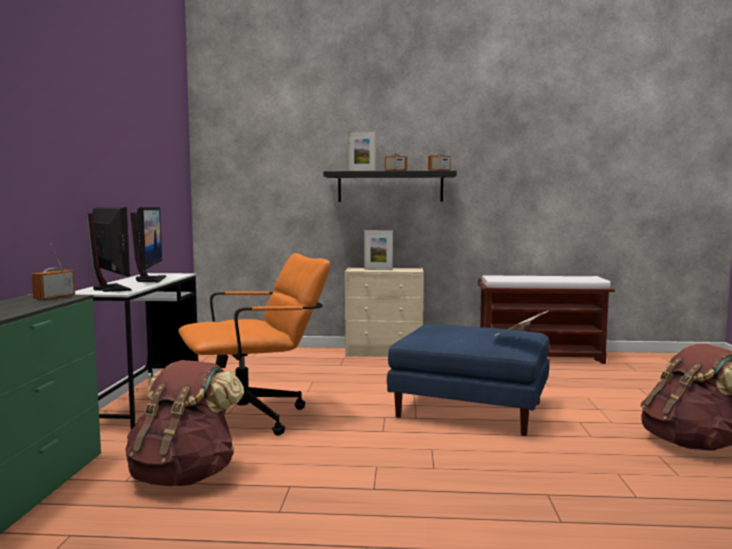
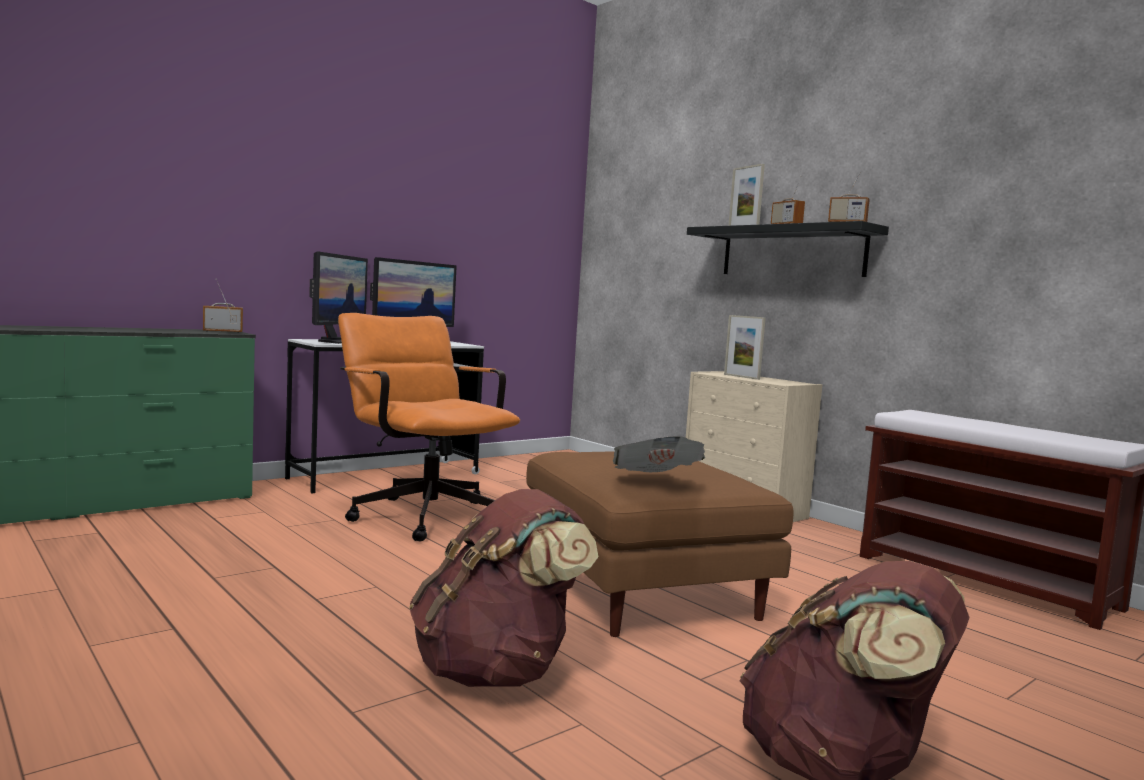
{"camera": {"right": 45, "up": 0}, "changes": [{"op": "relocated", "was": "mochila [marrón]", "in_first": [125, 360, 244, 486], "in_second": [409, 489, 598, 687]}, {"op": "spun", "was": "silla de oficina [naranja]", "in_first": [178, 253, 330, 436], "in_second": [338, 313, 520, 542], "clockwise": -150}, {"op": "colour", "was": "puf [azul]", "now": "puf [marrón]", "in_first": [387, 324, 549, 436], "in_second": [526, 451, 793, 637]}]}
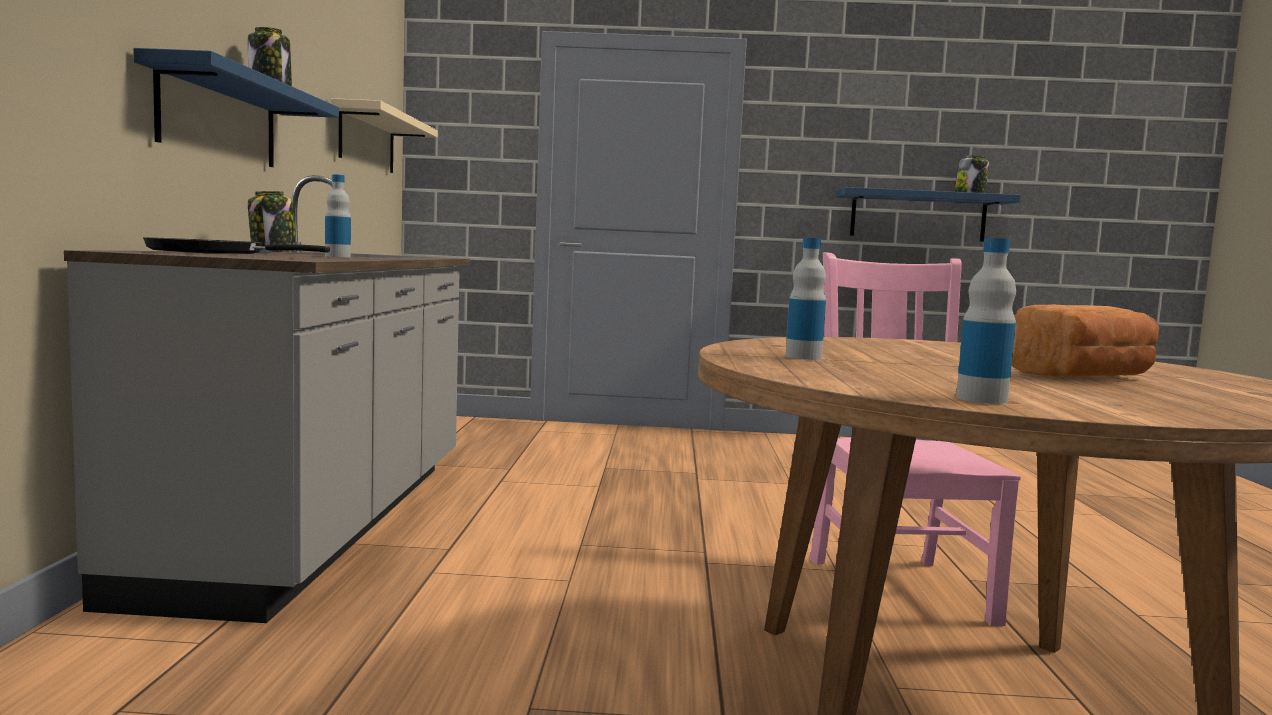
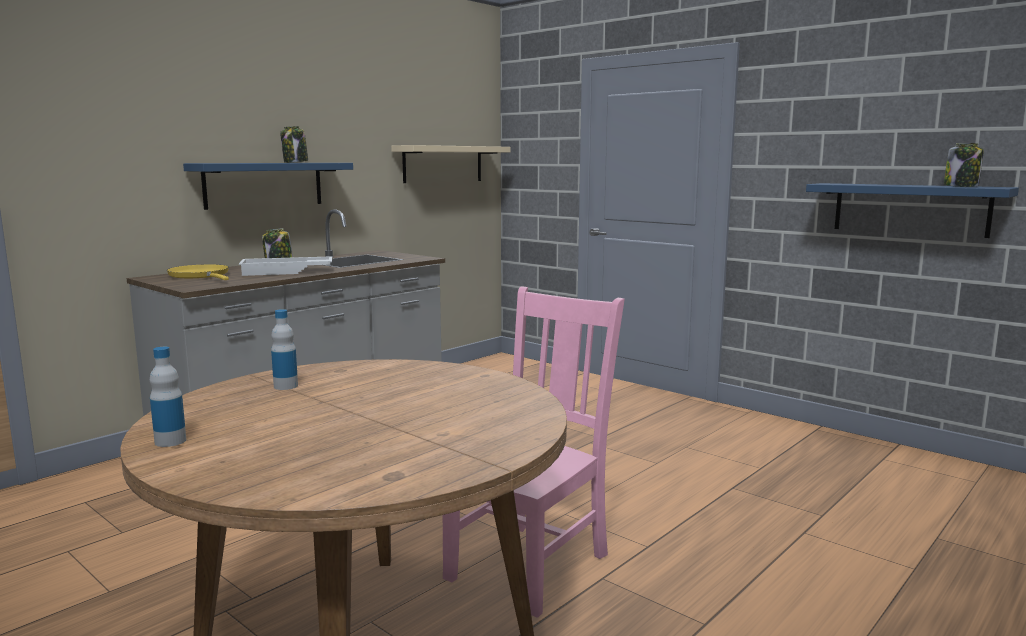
{"camera": {"right": 40, "up": 5}, "changes": [{"op": "colour", "was": "sartén [negro]", "now": "sartén [amarillo]", "in_first": [143, 237, 330, 254], "in_second": [167, 264, 229, 280]}, {"op": "exchanged", "was": "botella", "now": "bandeja [blanco]", "in_first": [325, 174, 351, 257], "in_second": [239, 256, 332, 276]}, {"op": "missing", "was": "pan", "in_first": [1012, 305, 1159, 377]}]}
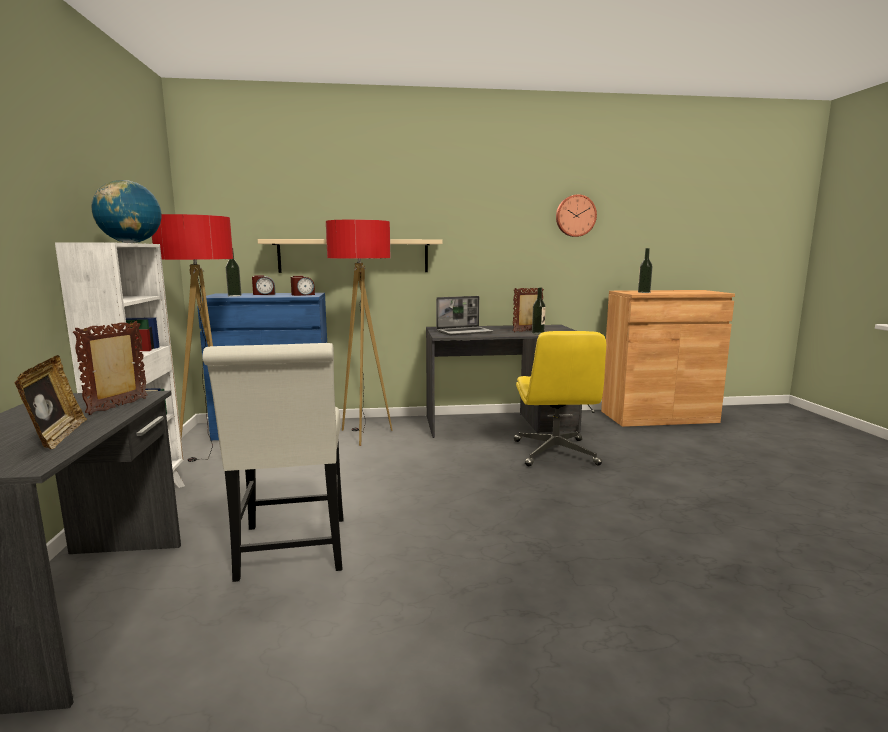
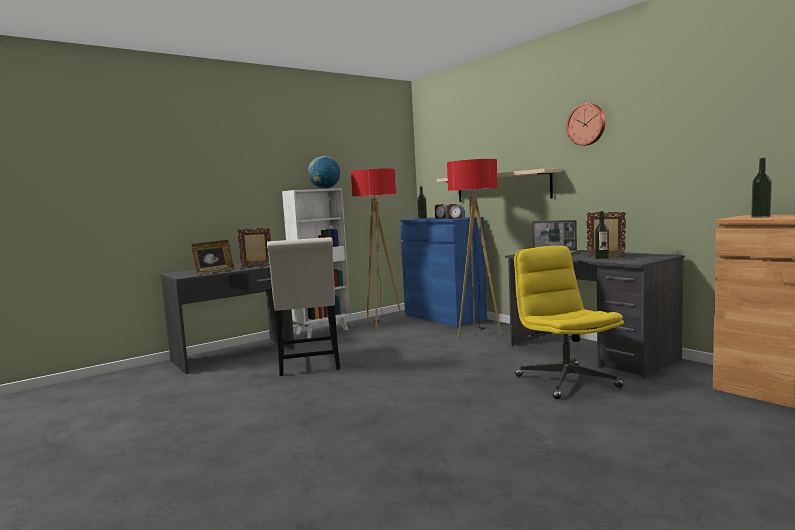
{"camera": {"right": 60, "up": -5}, "changes": [{"op": "spun", "was": "silla [blanco]", "in_first": [202, 343, 344, 582], "in_second": [267, 237, 340, 376], "clockwise": -60}, {"op": "spun", "was": "silla de oficina [amarillo]", "in_first": [514, 331, 606, 466], "in_second": [514, 246, 624, 399], "clockwise": 105}, {"op": "relocated", "was": "reloj de pared", "in_first": [556, 194, 597, 237], "in_second": [566, 103, 605, 146]}]}
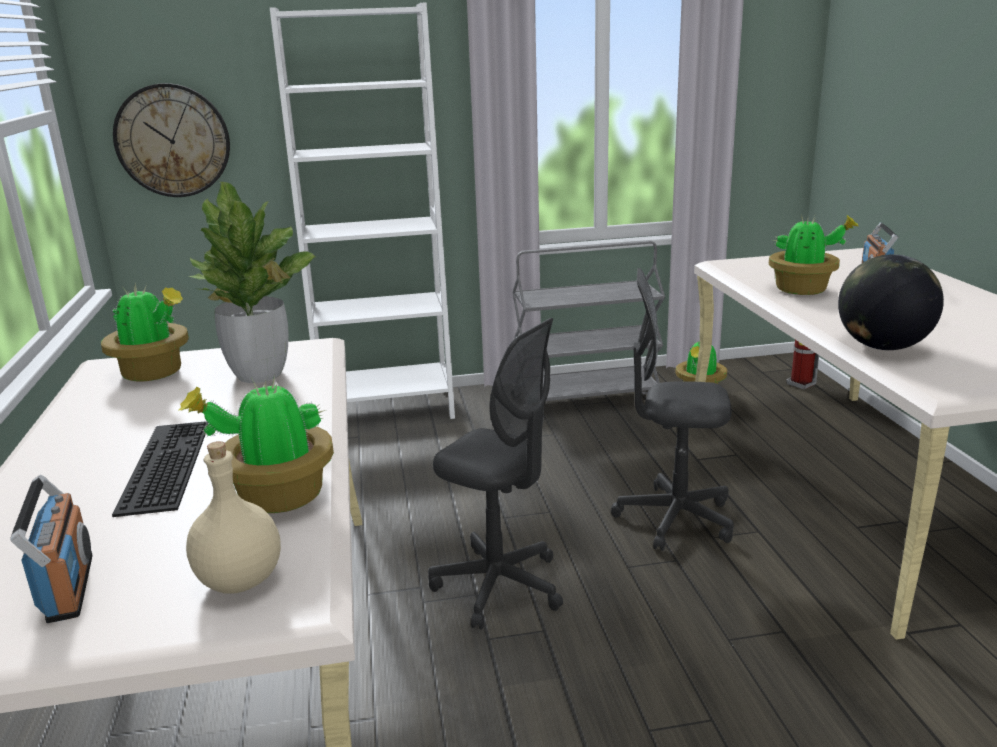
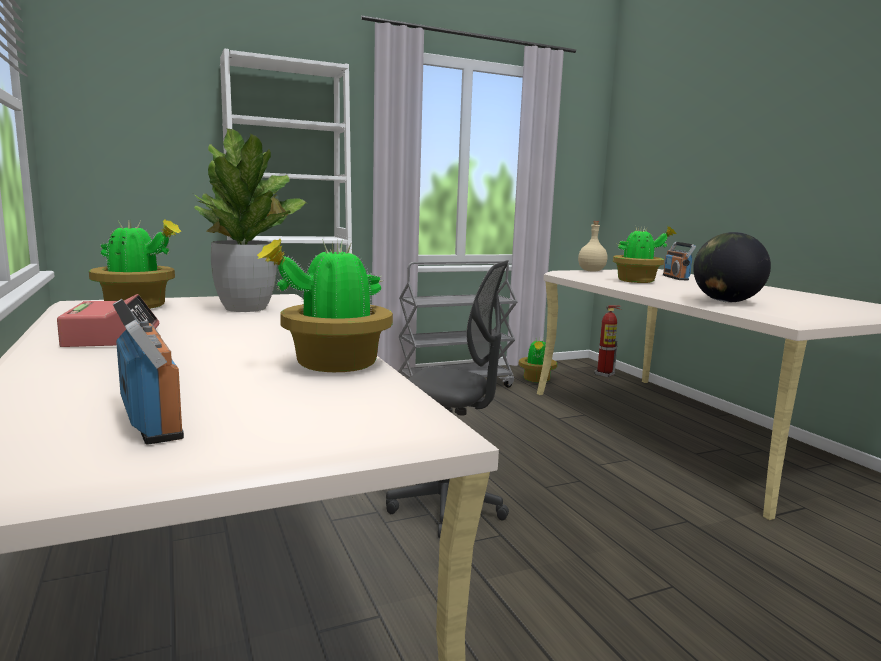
{"camera": {"right": -15, "up": -10}, "changes": [{"op": "missing", "was": "teclado", "in_first": [112, 421, 208, 517]}, {"op": "missing", "was": "reloj de pared", "in_first": [113, 83, 230, 197]}, {"op": "relocated", "was": "botella [beis]", "in_first": [186, 441, 281, 594], "in_second": [578, 221, 608, 272]}, {"op": "missing", "was": "silla de oficina [gris]", "in_first": [611, 268, 734, 551]}, {"op": "appeared", "now": "despertador", "in_second": [57, 294, 159, 347]}]}
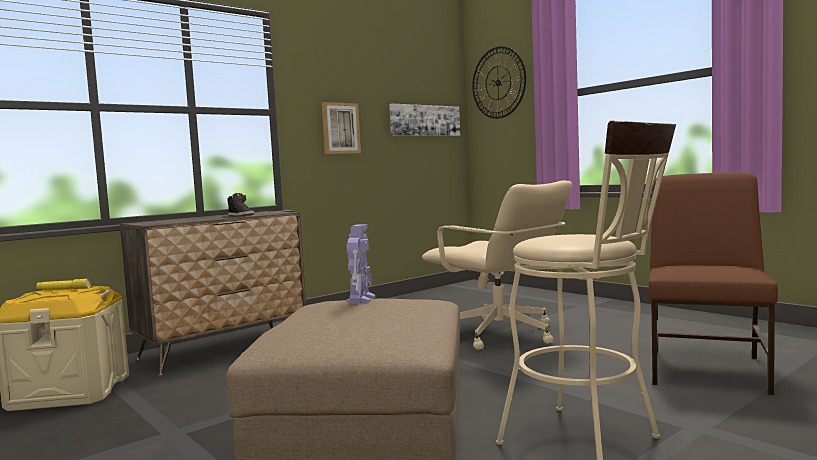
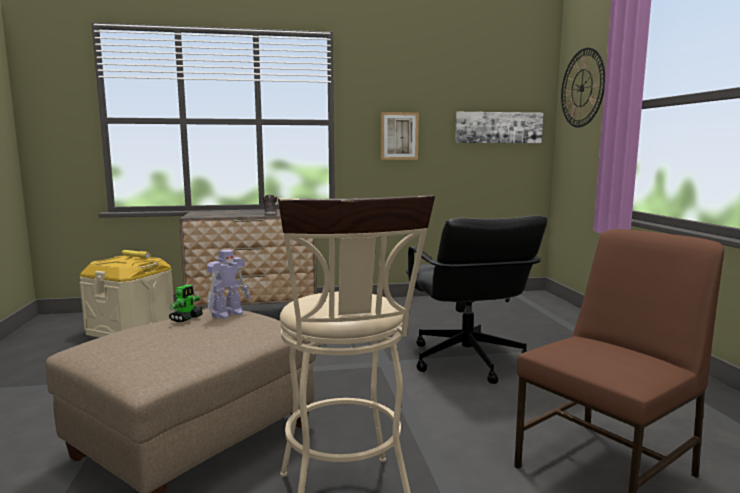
{"camera": {"right": 30, "up": 5}, "changes": [{"op": "colour", "was": "silla de oficina [beis]", "now": "silla de oficina [negro]", "in_first": [422, 181, 572, 350], "in_second": [406, 215, 548, 384]}, {"op": "appeared", "now": "robot de juguete", "in_second": [169, 285, 203, 322]}]}
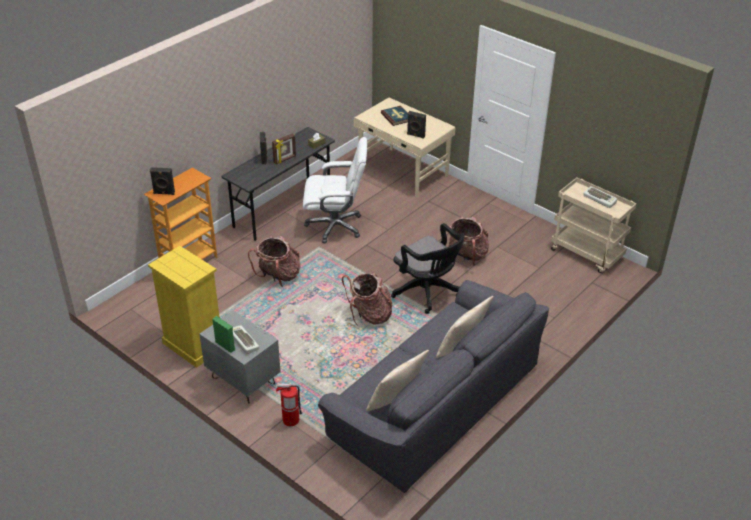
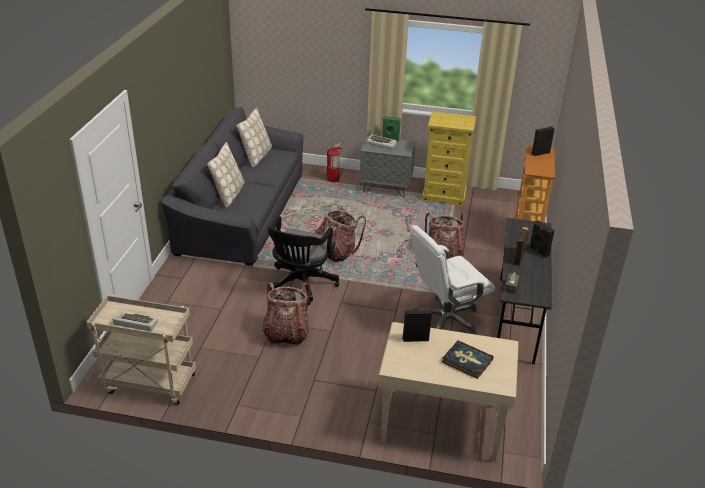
{"camera": {"right": 150, "up": -5}, "changes": [{"op": "spun", "was": "silla de oficina [negro]", "in_first": [391, 223, 465, 314], "in_second": [267, 216, 339, 305], "clockwise": -90}]}
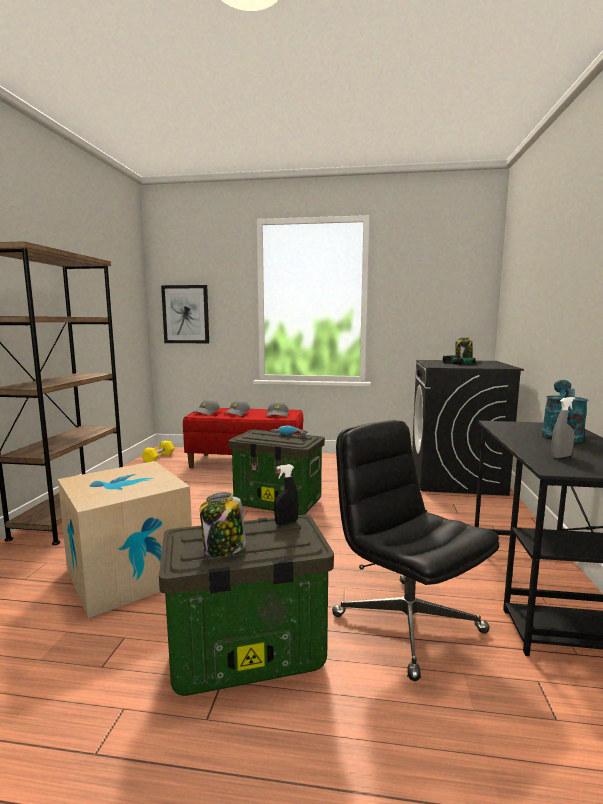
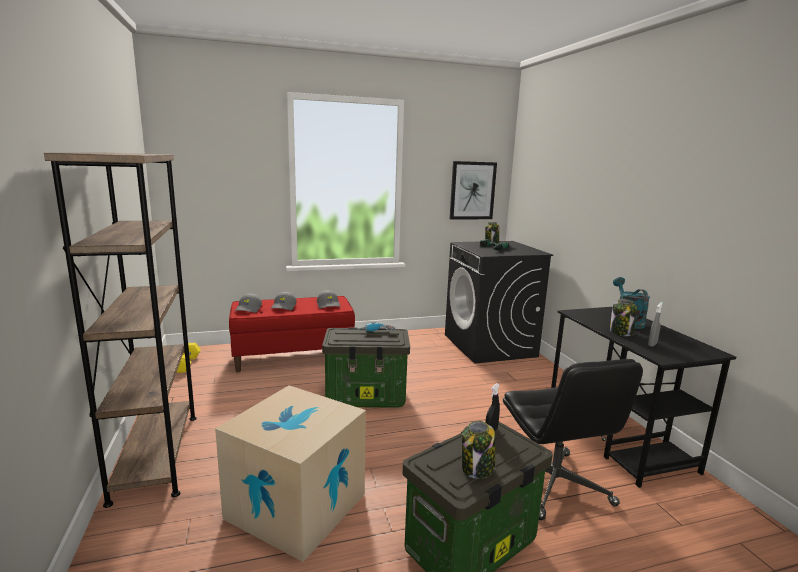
{"camera": {"right": -25, "up": 5}, "changes": [{"op": "relocated", "was": "cuadro", "in_first": [161, 285, 209, 343], "in_second": [450, 161, 497, 220]}, {"op": "spun", "was": "silla de oficina [negro]", "in_first": [332, 420, 499, 681], "in_second": [503, 359, 643, 520], "clockwise": -135}, {"op": "appeared", "now": "tarro", "in_second": [610, 299, 637, 336]}]}
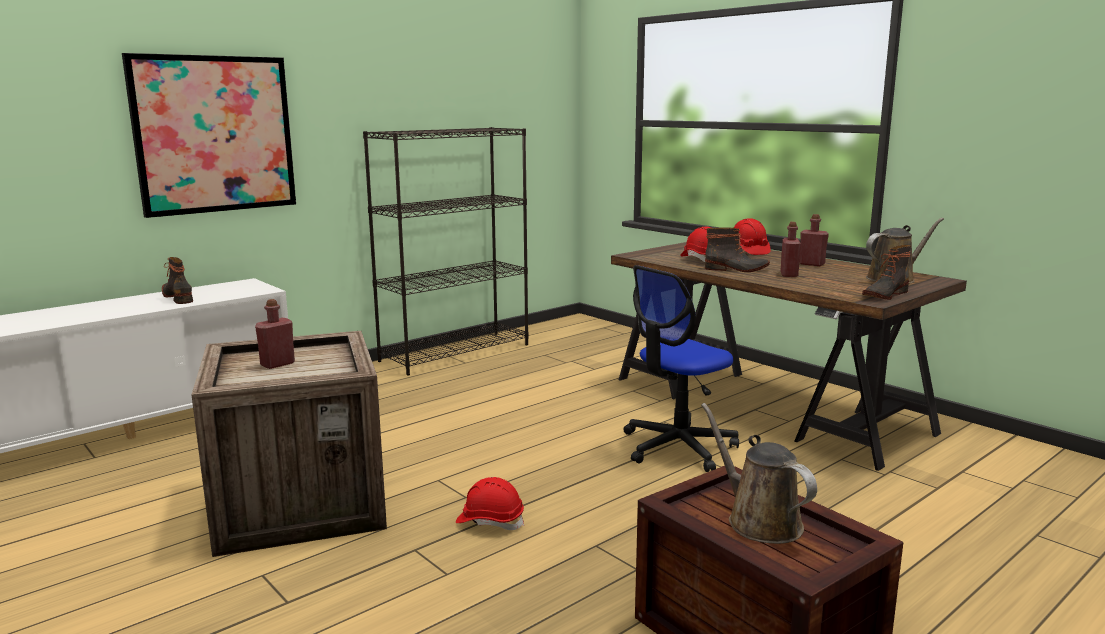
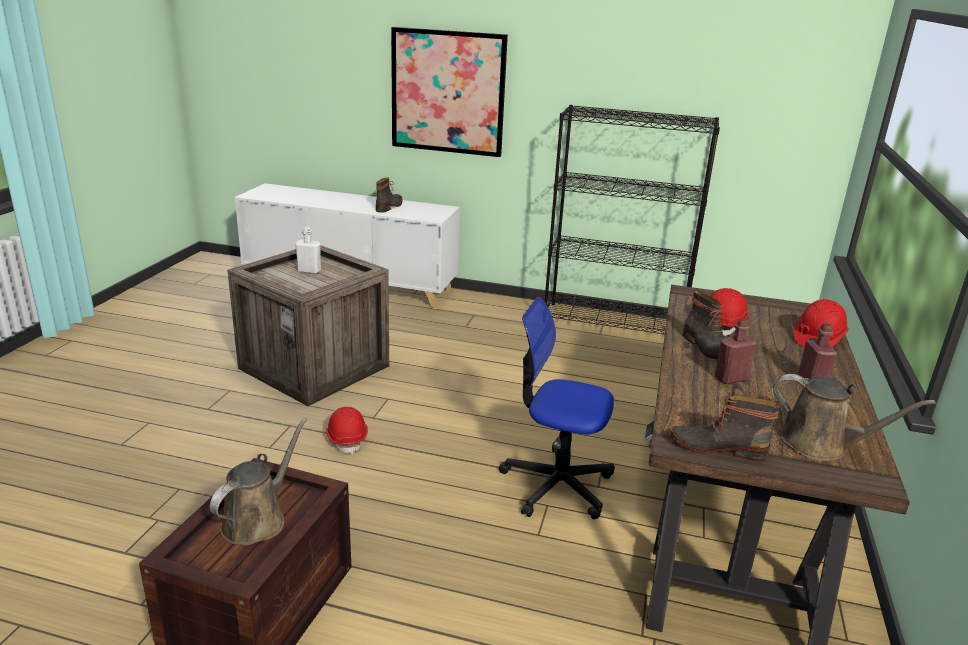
{"camera": {"right": 55, "up": 10}, "changes": [{"op": "colour", "was": "botella [rojo]", "now": "botella [blanco]", "in_first": [255, 299, 295, 369], "in_second": [295, 227, 321, 274]}]}
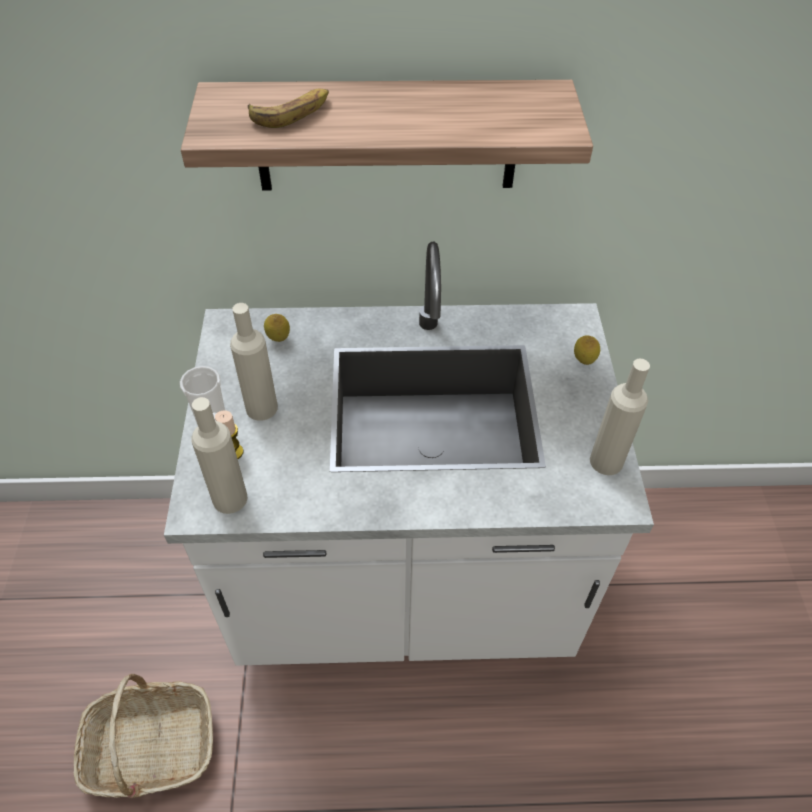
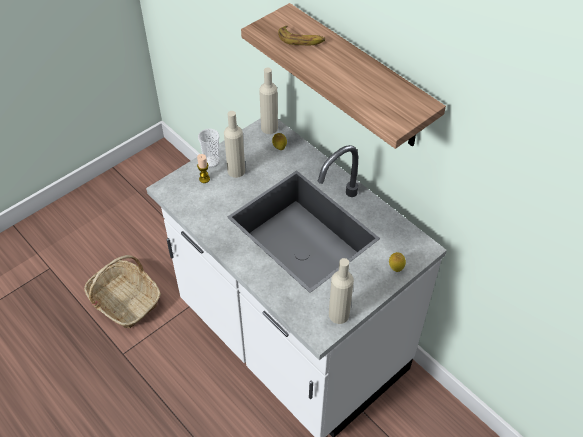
{"camera": {"right": 50, "up": 0}, "changes": [{"op": "relocated", "was": "botella [beis]", "in_first": [191, 397, 248, 514], "in_second": [259, 68, 278, 134]}]}
